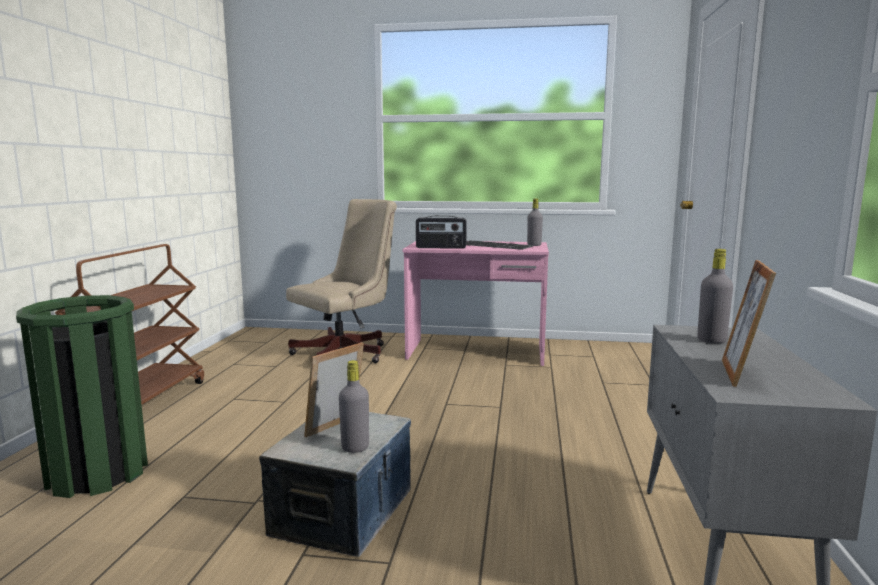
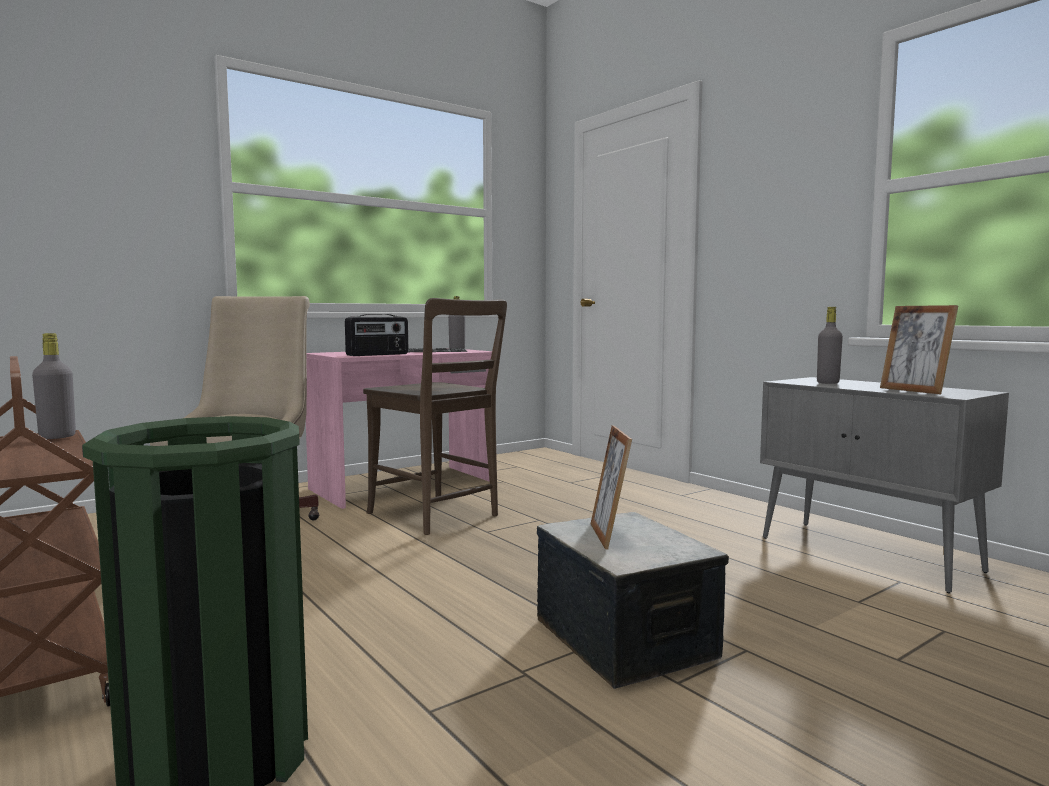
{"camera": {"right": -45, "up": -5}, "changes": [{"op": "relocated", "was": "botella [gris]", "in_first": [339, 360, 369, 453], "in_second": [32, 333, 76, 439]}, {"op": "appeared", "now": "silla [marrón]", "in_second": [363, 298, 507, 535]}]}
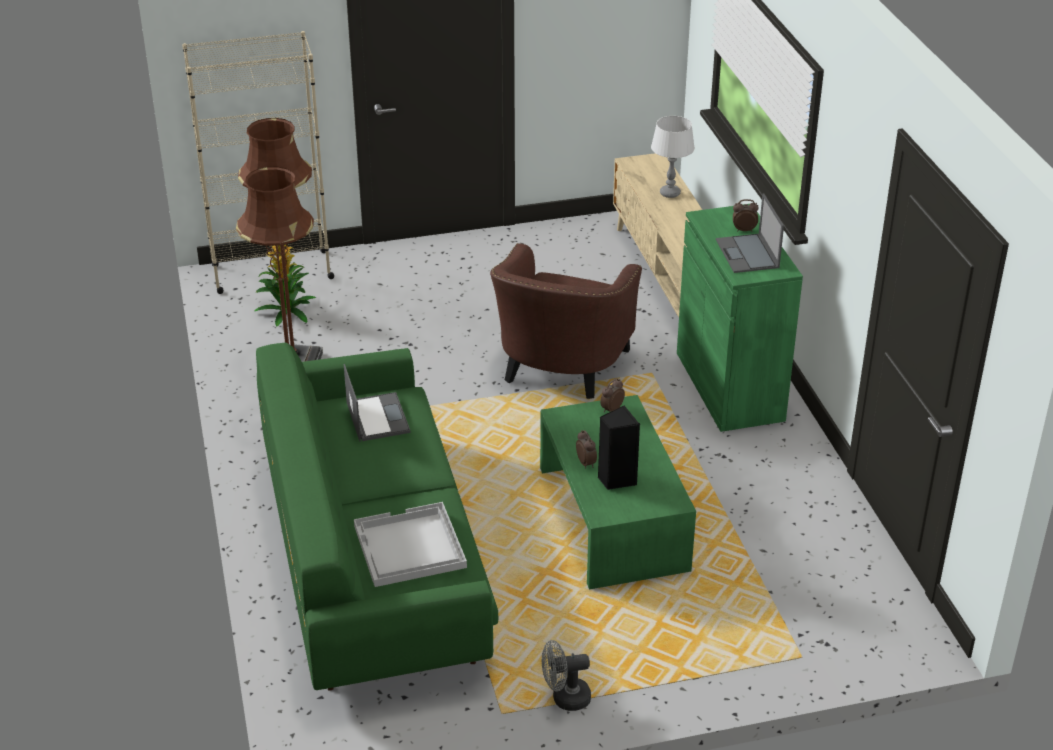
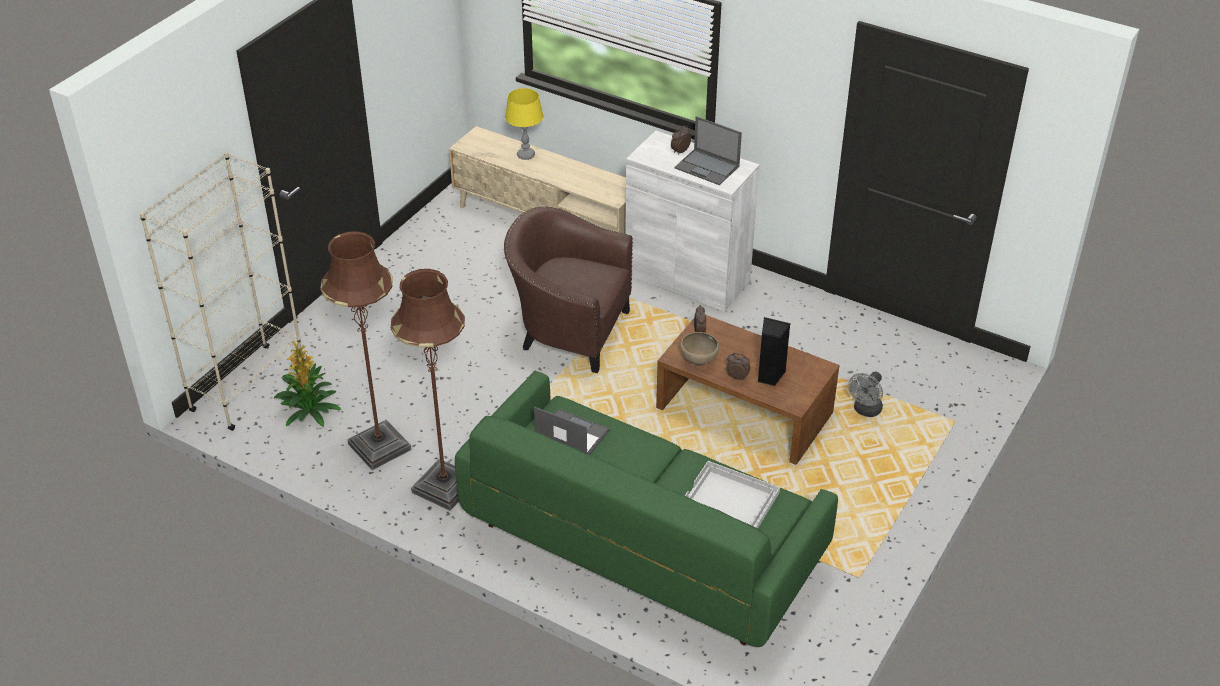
{"camera": {"right": -45, "up": 5}, "changes": [{"op": "spun", "was": "sillón [marrón]", "in_first": [490, 243, 642, 399], "in_second": [504, 206, 633, 373], "clockwise": 135}, {"op": "colour", "was": "mesa de centro [verde]", "now": "mesa de centro [marrón]", "in_first": [540, 395, 696, 589], "in_second": [656, 315, 839, 465]}, {"op": "relocated", "was": "ventilador [gris]", "in_first": [542, 640, 591, 711], "in_second": [848, 371, 883, 417]}, {"op": "colour", "was": "lámpara de mesa [blanco]", "now": "lámpara de mesa [amarillo]", "in_first": [651, 116, 695, 198], "in_second": [505, 88, 544, 160]}, {"op": "colour", "was": "armario [verde]", "now": "armario [blanco]", "in_first": [677, 204, 803, 432], "in_second": [626, 130, 759, 312]}, {"op": "appeared", "now": "cuenco [marrón]", "in_second": [680, 332, 719, 365]}]}
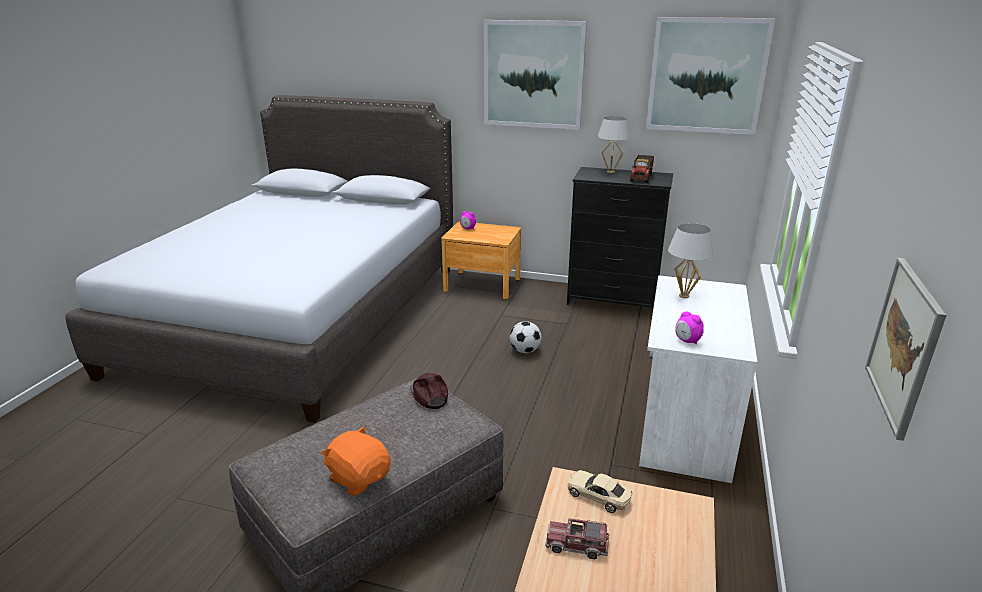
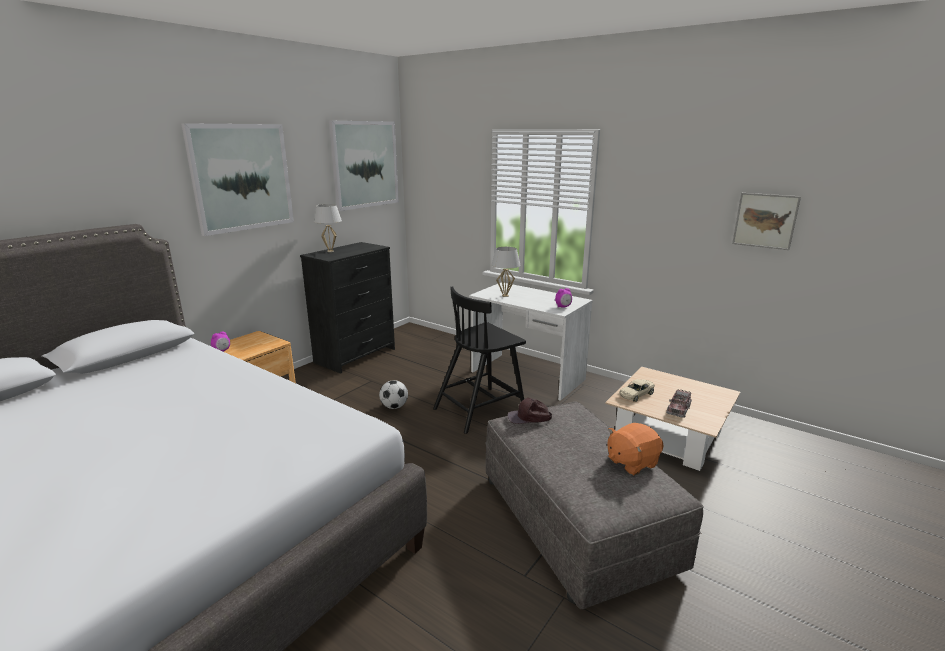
{"camera": {"right": -70, "up": -5}, "changes": [{"op": "missing", "was": "camión de juguete", "in_first": [630, 155, 654, 183]}, {"op": "appeared", "now": "silla [negro]", "in_second": [433, 286, 526, 434]}]}
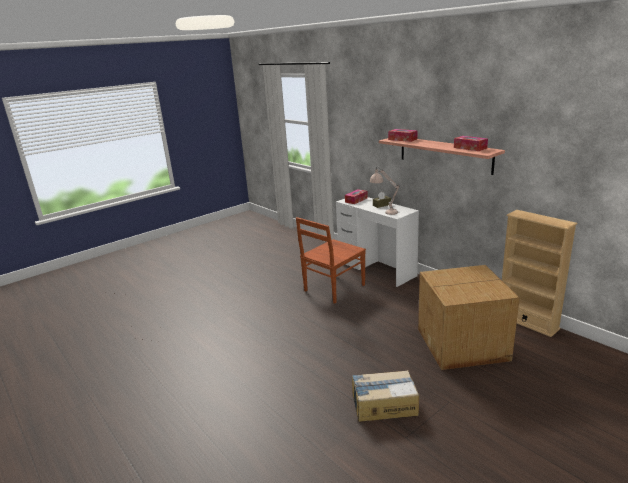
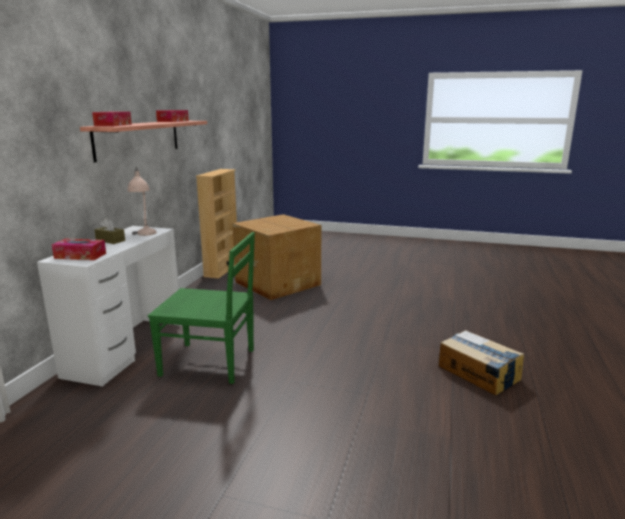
{"camera": {"right": -125, "up": -5}, "changes": [{"op": "colour", "was": "silla [marrón]", "now": "silla [verde]", "in_first": [296, 217, 366, 304], "in_second": [148, 232, 255, 384]}, {"op": "relocated", "was": "caja de cartón", "in_first": [352, 370, 419, 422], "in_second": [439, 330, 524, 396]}]}
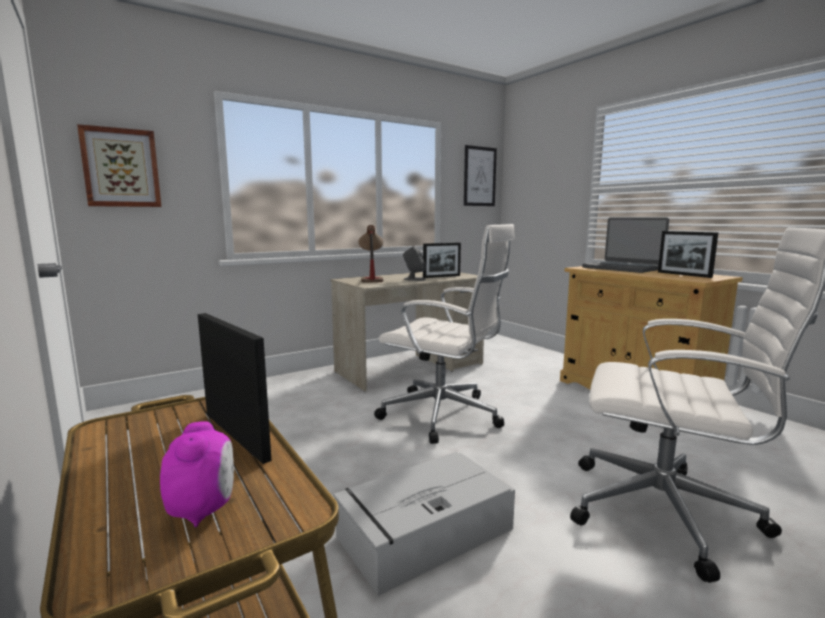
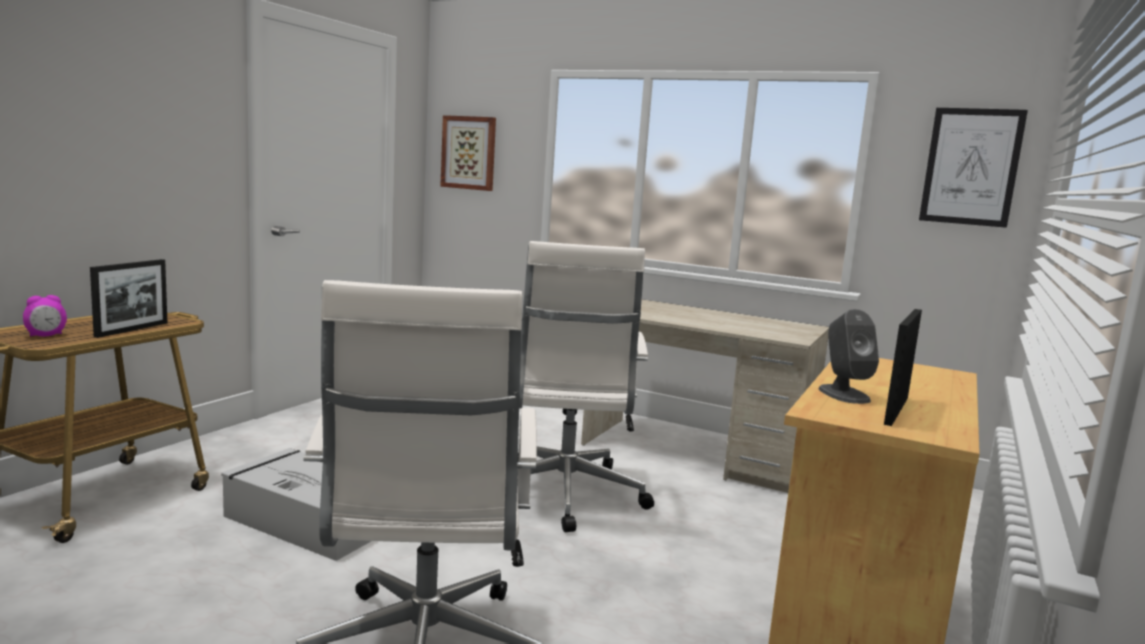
{"camera": {"right": 60, "up": 0}, "changes": [{"op": "missing", "was": "lámpara de mesa", "in_first": [359, 225, 384, 283]}, {"op": "relocated", "was": "altavoz [gris]", "in_first": [403, 246, 426, 281], "in_second": [818, 309, 879, 404]}, {"op": "missing", "was": "portarretratos", "in_first": [423, 243, 461, 278]}, {"op": "missing", "was": "portátil", "in_first": [582, 218, 669, 273]}]}
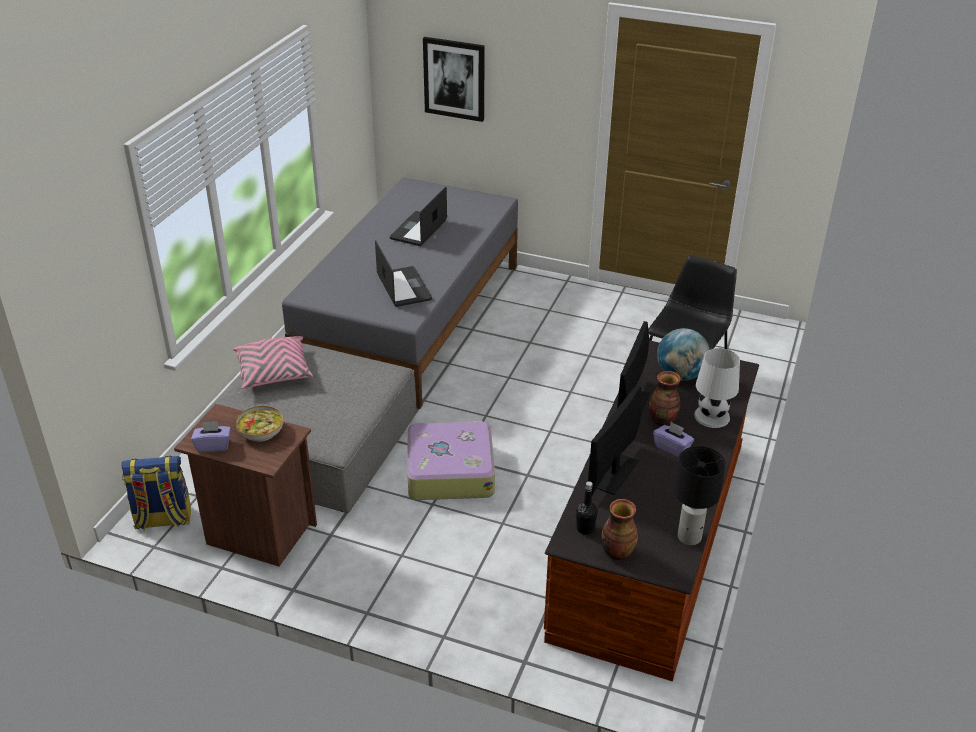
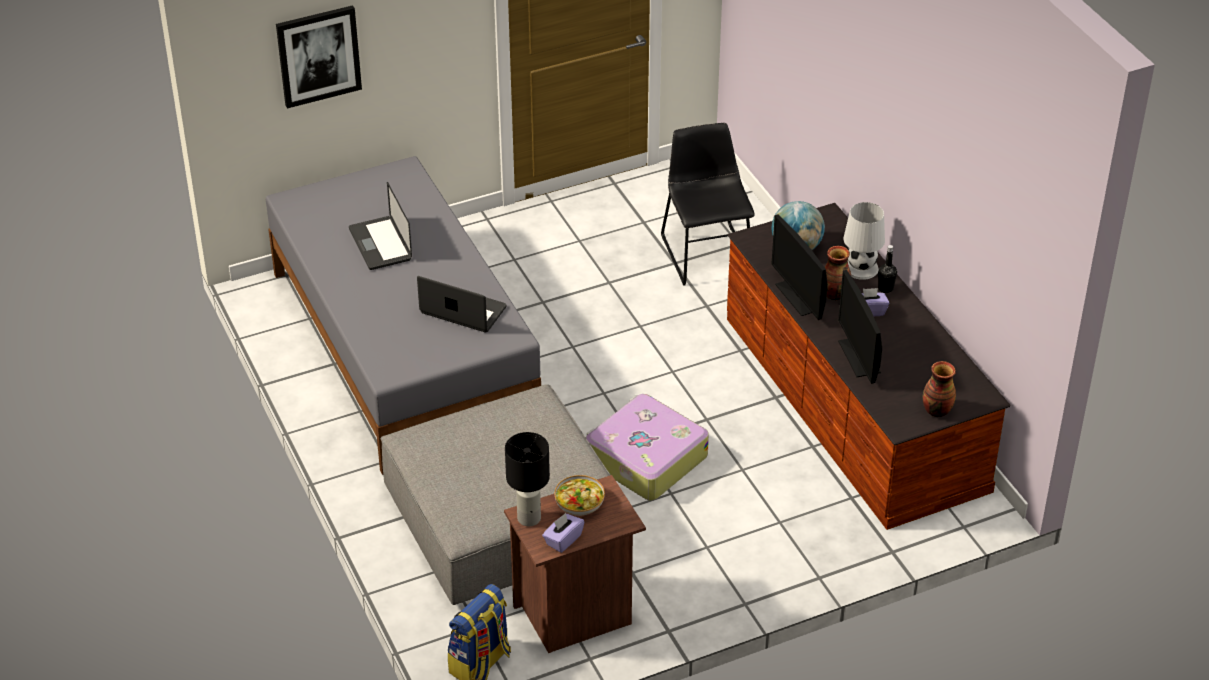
{"camera": {"right": -45, "up": 5}, "changes": [{"op": "missing", "was": "cojín [rosa]", "in_first": [233, 336, 313, 389]}, {"op": "relocated", "was": "botella [negro]", "in_first": [576, 482, 598, 535], "in_second": [878, 245, 897, 293]}, {"op": "relocated", "was": "lámpara de mesa [negro]", "in_first": [674, 446, 726, 545], "in_second": [505, 432, 550, 526]}]}
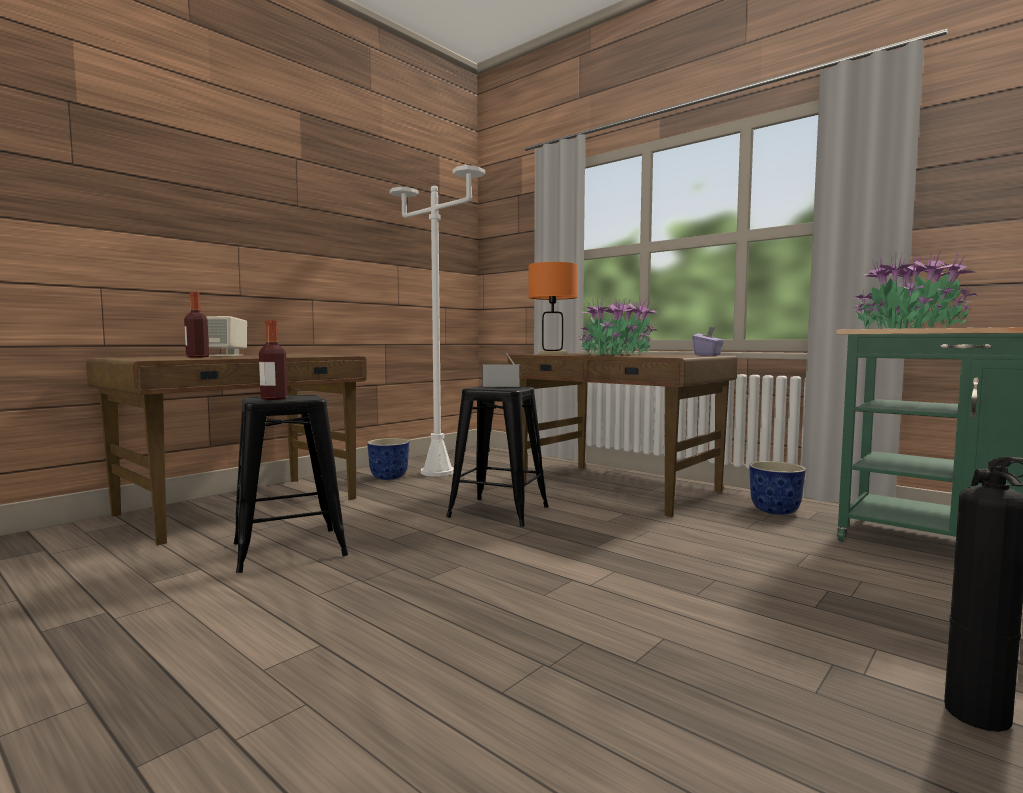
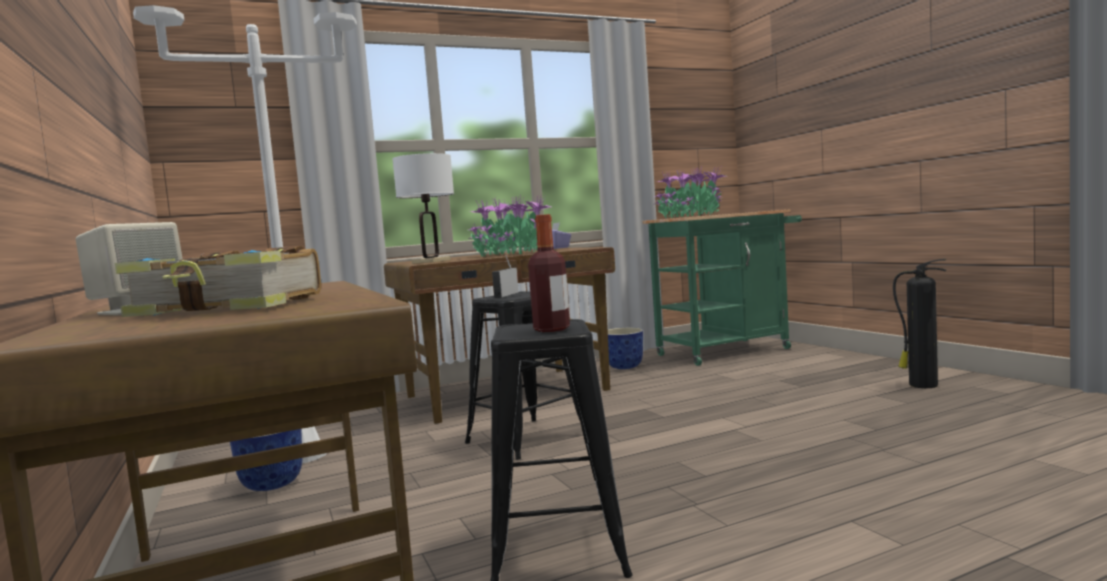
{"camera": {"right": -65, "up": 0}, "changes": [{"op": "exchanged", "was": "botella", "now": "libro", "in_first": [184, 292, 209, 358], "in_second": [114, 246, 321, 317]}, {"op": "colour", "was": "lámpara de mesa [naranja]", "now": "lámpara de mesa [blanco]", "in_first": [528, 262, 577, 354], "in_second": [392, 153, 454, 264]}]}
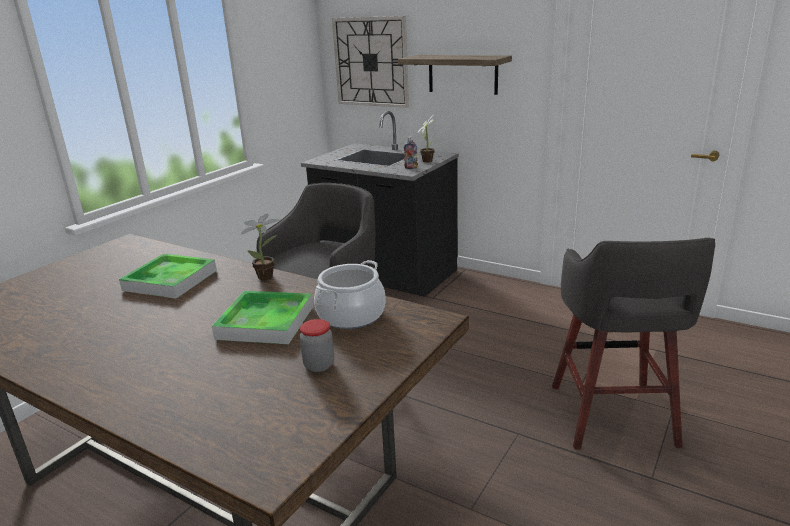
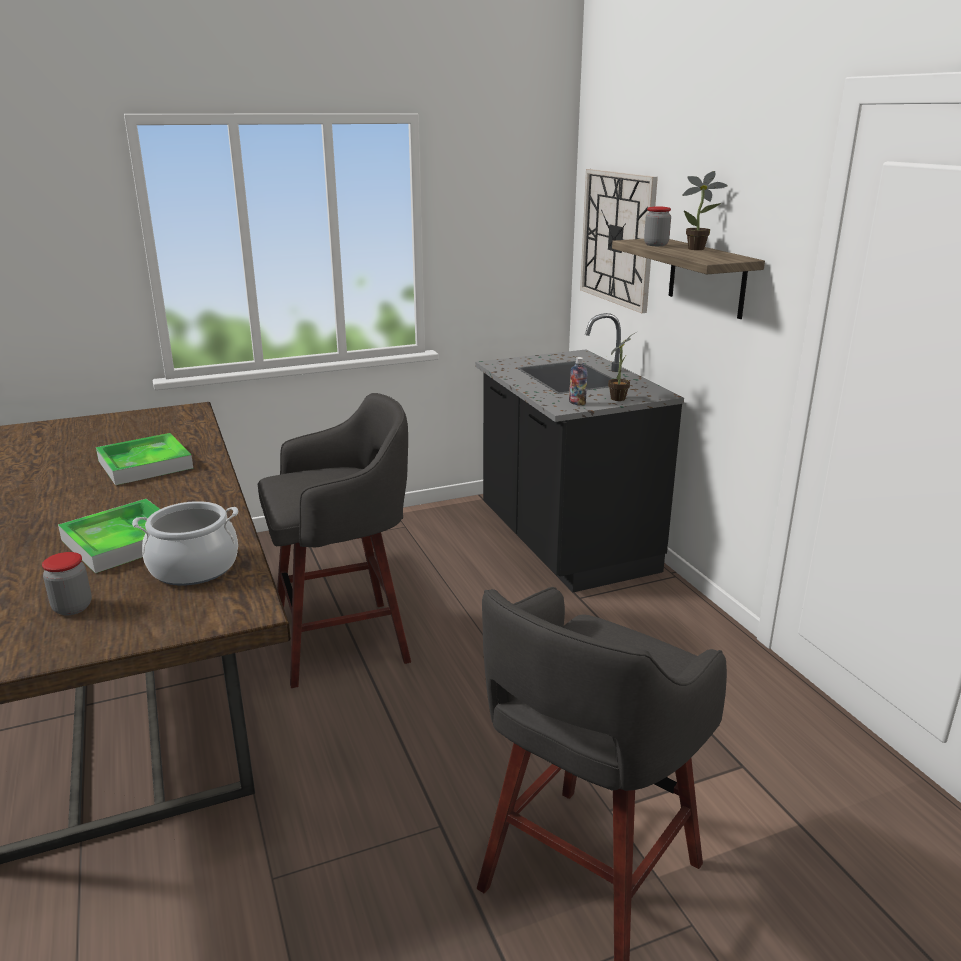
{"camera": {"right": 35, "up": 0}, "changes": [{"op": "relocated", "was": "planta en maceta", "in_first": [240, 214, 279, 280], "in_second": [682, 171, 728, 250]}, {"op": "appeared", "now": "tarro", "in_second": [644, 206, 671, 246]}]}
